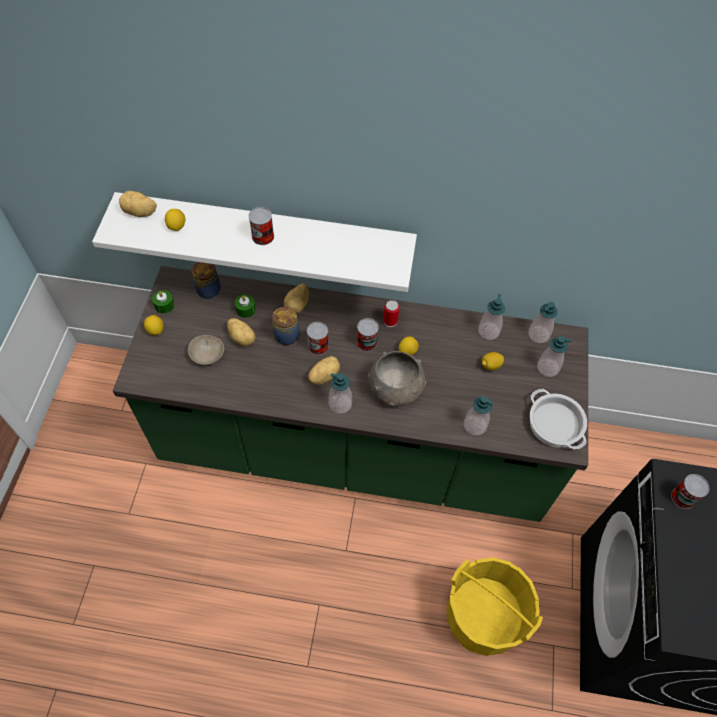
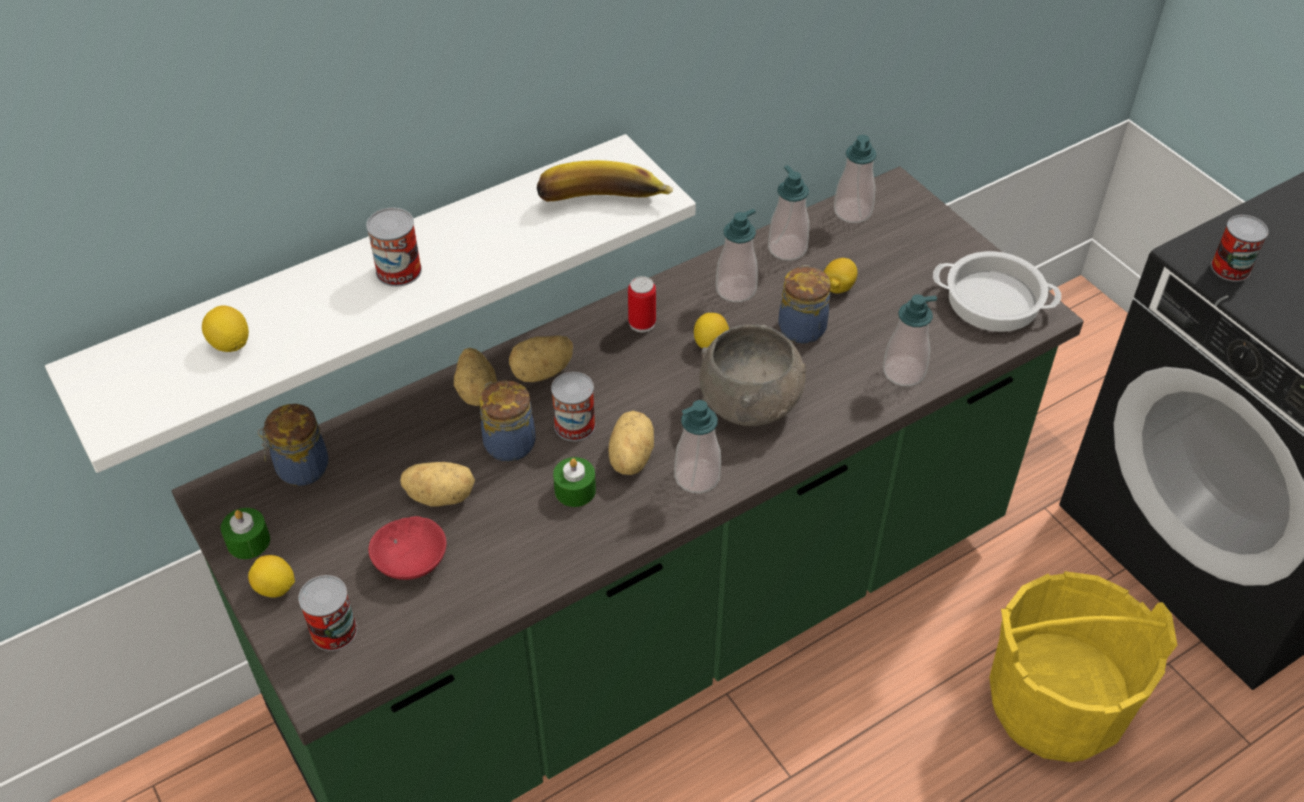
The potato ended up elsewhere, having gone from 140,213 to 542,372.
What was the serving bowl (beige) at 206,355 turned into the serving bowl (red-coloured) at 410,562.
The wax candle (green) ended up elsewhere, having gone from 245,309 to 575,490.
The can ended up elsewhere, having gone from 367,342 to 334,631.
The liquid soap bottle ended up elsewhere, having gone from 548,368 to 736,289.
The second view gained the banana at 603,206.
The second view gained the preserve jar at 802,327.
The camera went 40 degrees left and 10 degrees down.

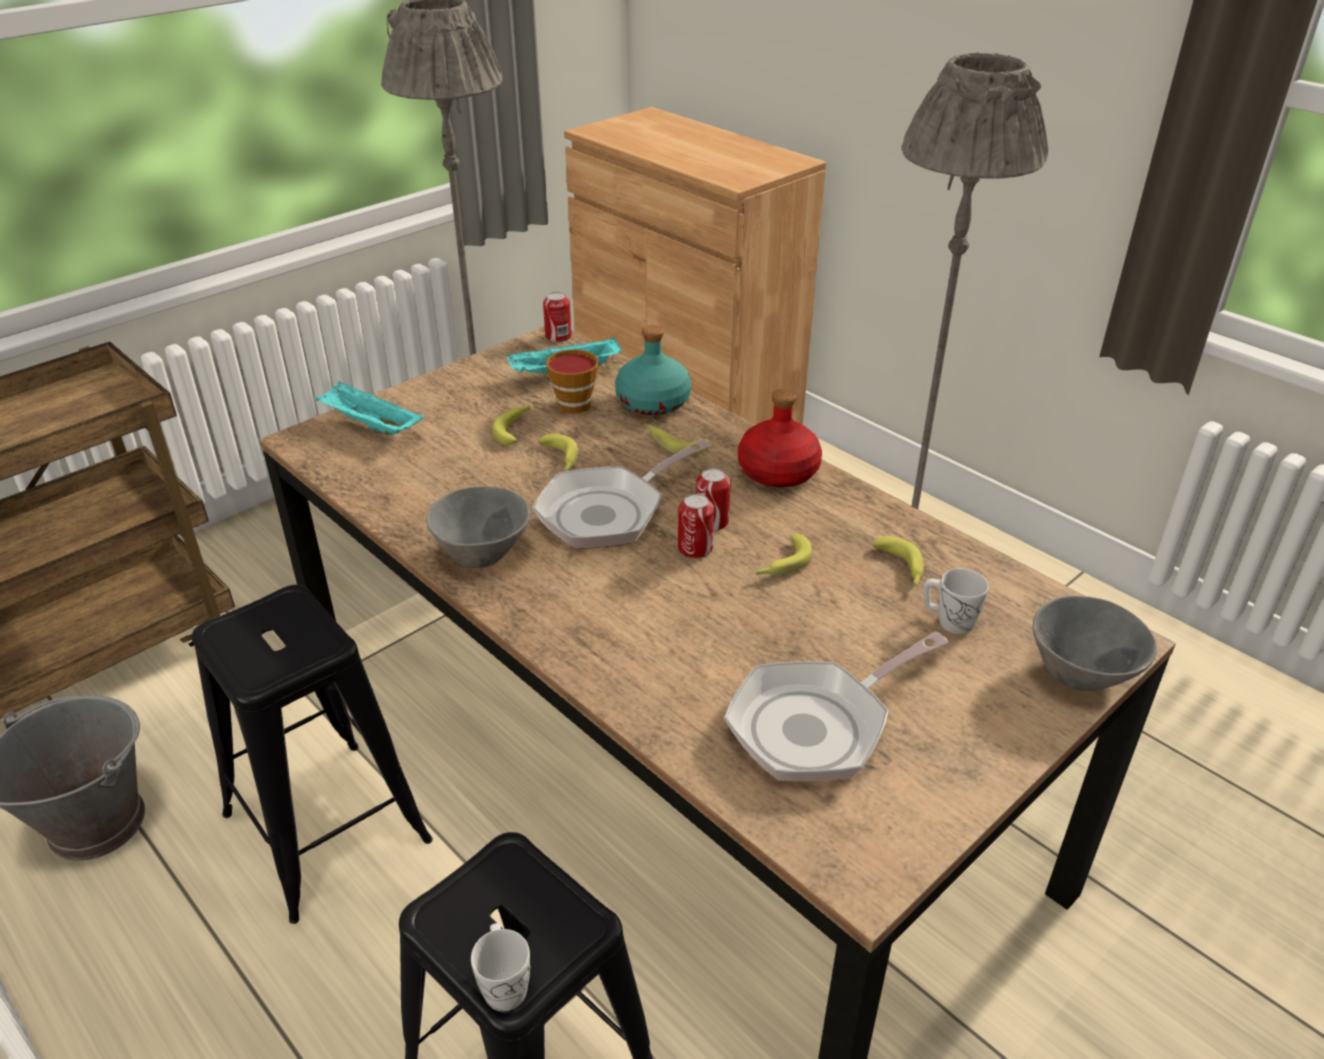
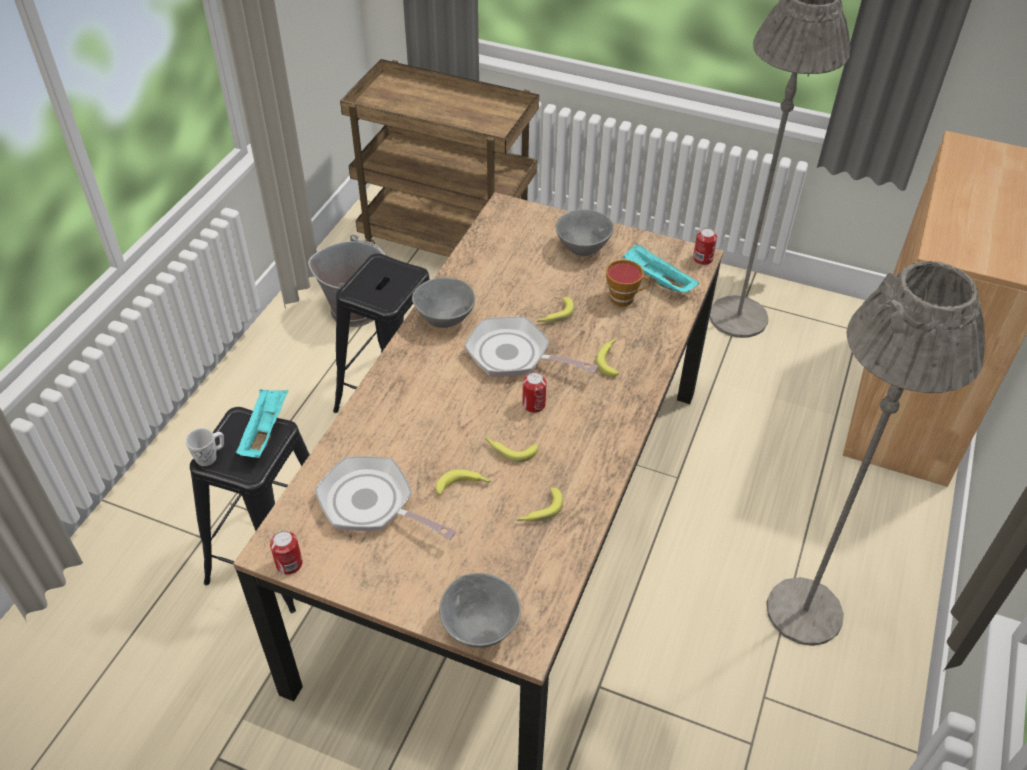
The tray (turquoise) ended up elsewhere, having gone from 370,426 to 264,431.
The banana ended up elsewhere, having gone from 515,428 to 463,486.
The second view lost the beverage bottle (turquoise) at 653,403.
The can ended up elsewhere, having gone from 695,548 to 289,564.
The second view lost the beverage bottle (red-coloured) at 778,472.
The second view lost the mug (white-coloured) at 948,621.
The second view gained the serving bowl (grey) at 582,247.
The camera went 65 degrees right and 10 degrees up.

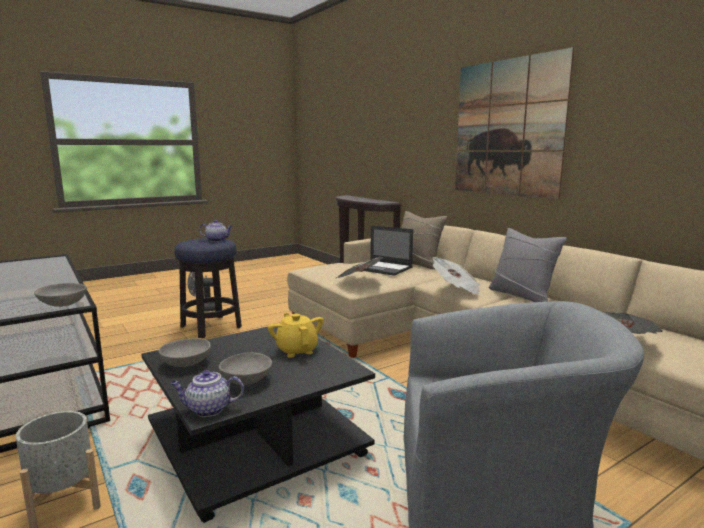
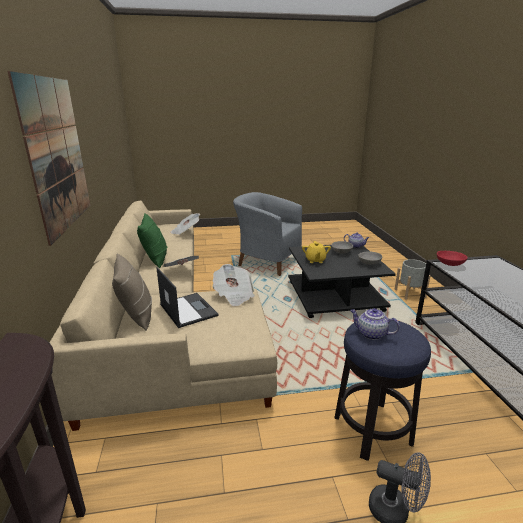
What was the serving bowl (grey) at 63,304 turned into the serving bowl (red-coloured) at 449,264.
What was the pillow (grey) at 522,295 turned into the pillow (green) at 155,259.
The camera went 155 degrees left and 10 degrees up.

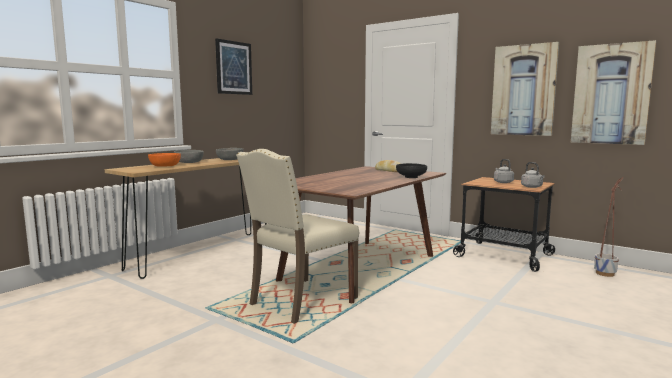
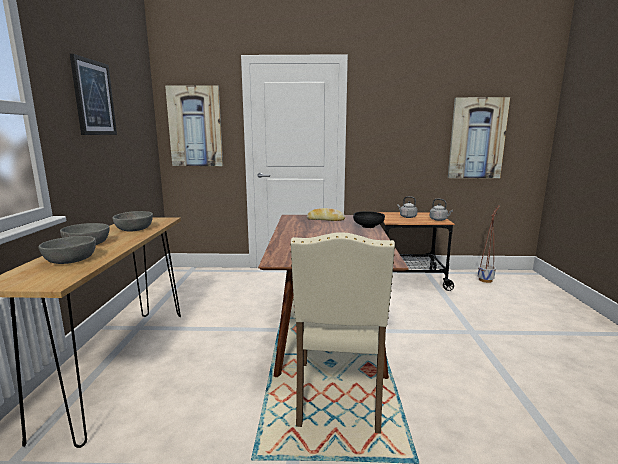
What was the serving bowl (orangey) at 165,166 turned into the serving bowl (grey) at 70,260.
The picture ended up elsewhere, having gone from 523,90 to 195,126.
The camera went 35 degrees left and 5 degrees up.

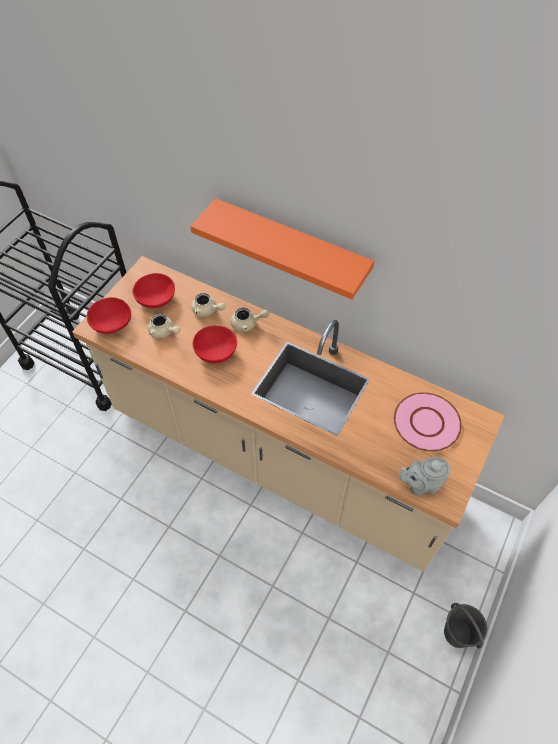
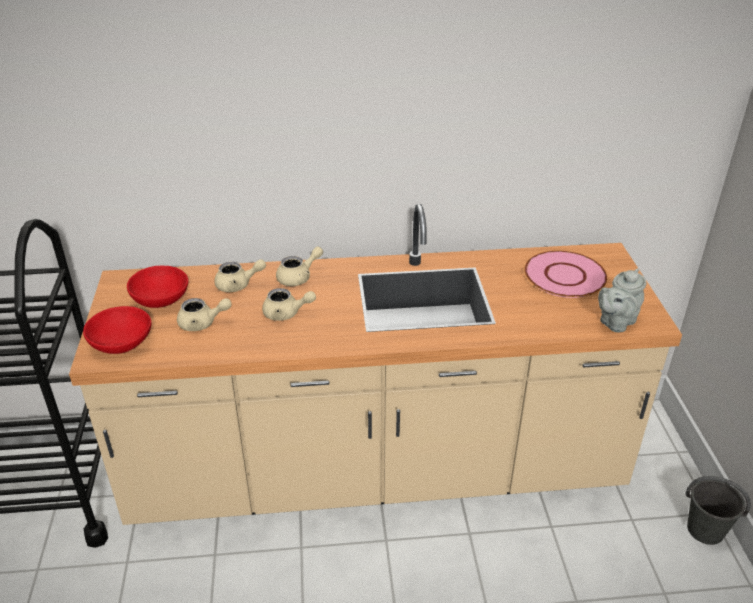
The second view lost the shelf (orangey) at 291,248.
Where the serving bowl (red-coloured) stood at 216,351, the tea pot (beige) came to stand at 286,313.
The camera went 35 degrees left and 20 degrees down.

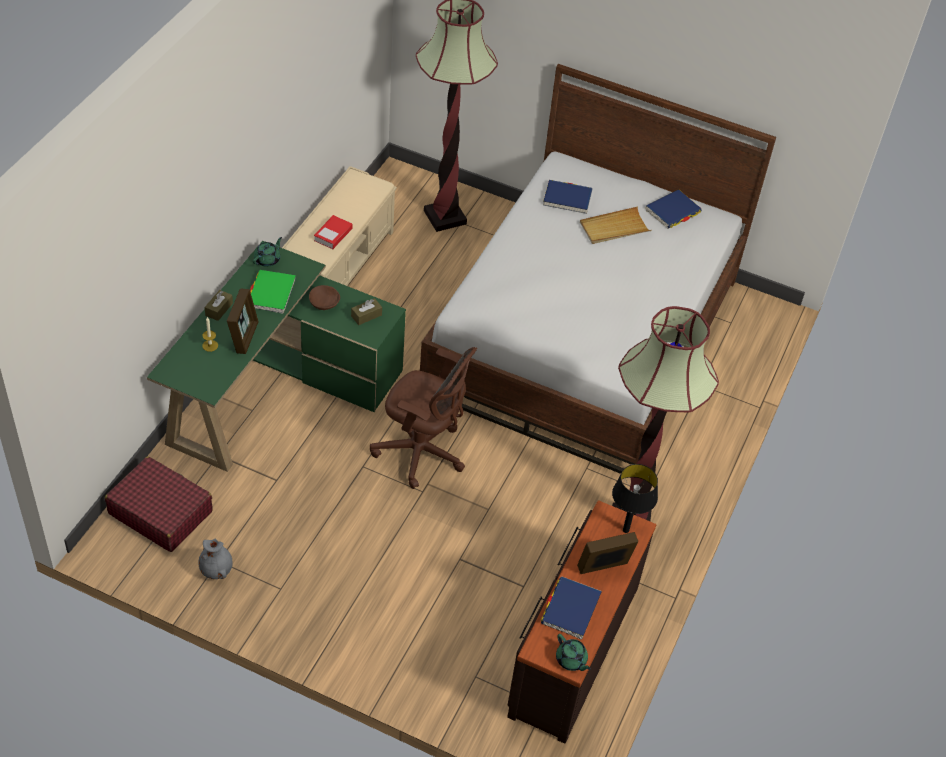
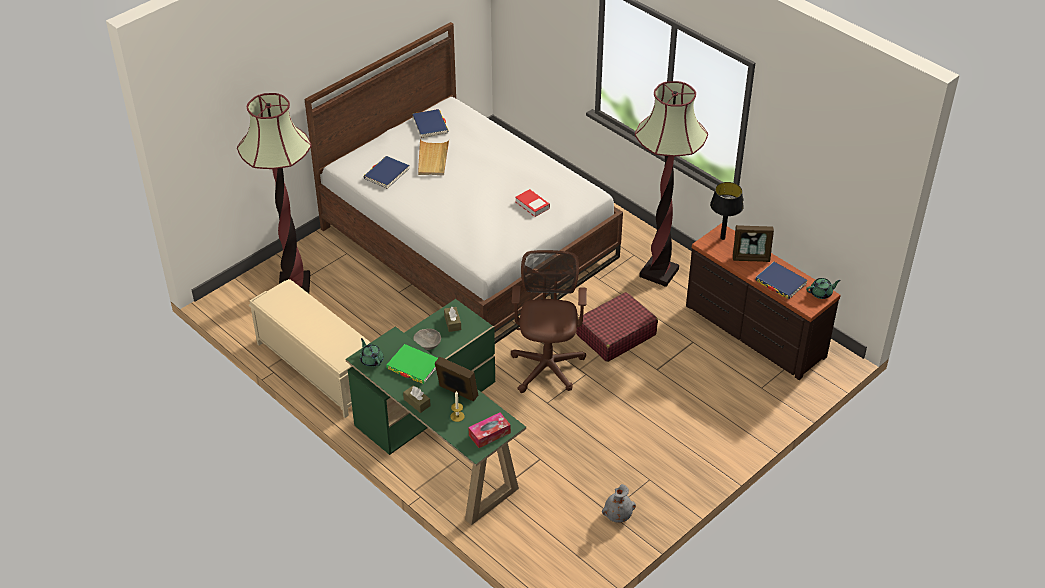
The piece of luggage (red-coloured) ended up elsewhere, having gone from 160,512 to 615,335.
What was the serving bowl (brown-coloured) at 324,304 turned into the serving bowl (grey) at 427,345.
The book ended up elsewhere, having gone from 333,235 to 532,205.
The computer chair (brown-coloured) at 422,453 ended up facing another way, 45 degrees counterclockwise from before.
The picture frame at 603,568 ended up facing another way, 90 degrees counterclockwise from before.
The second view gained the box of tissues at 489,434.
The camera went 65 degrees left and 5 degrees down.

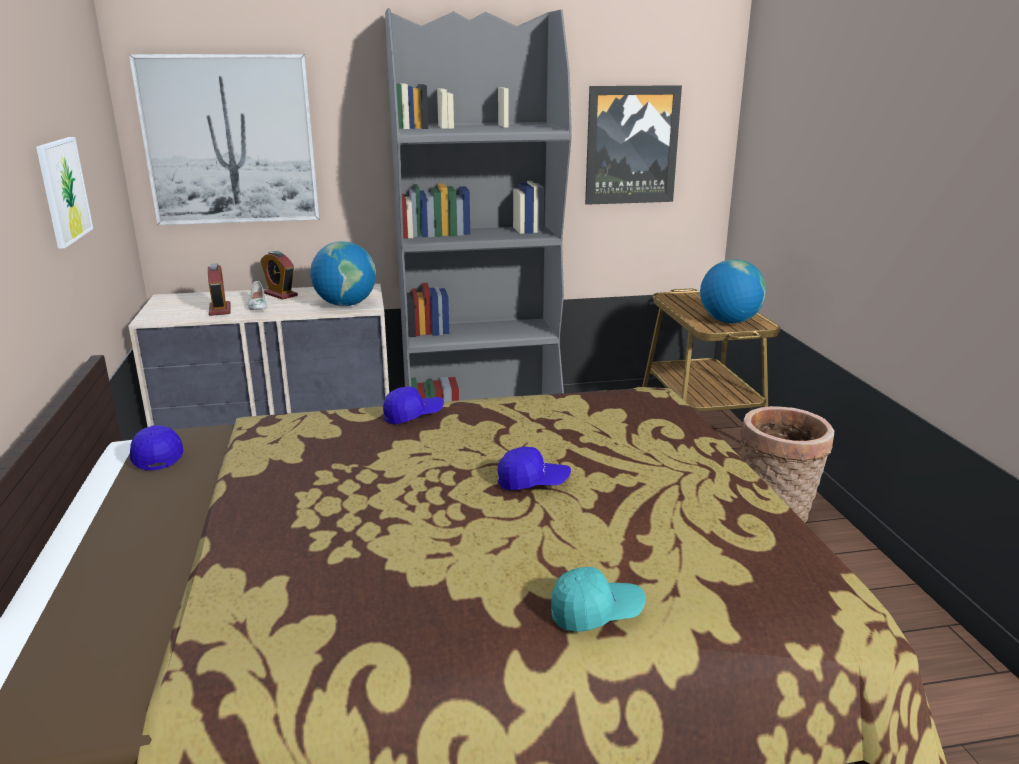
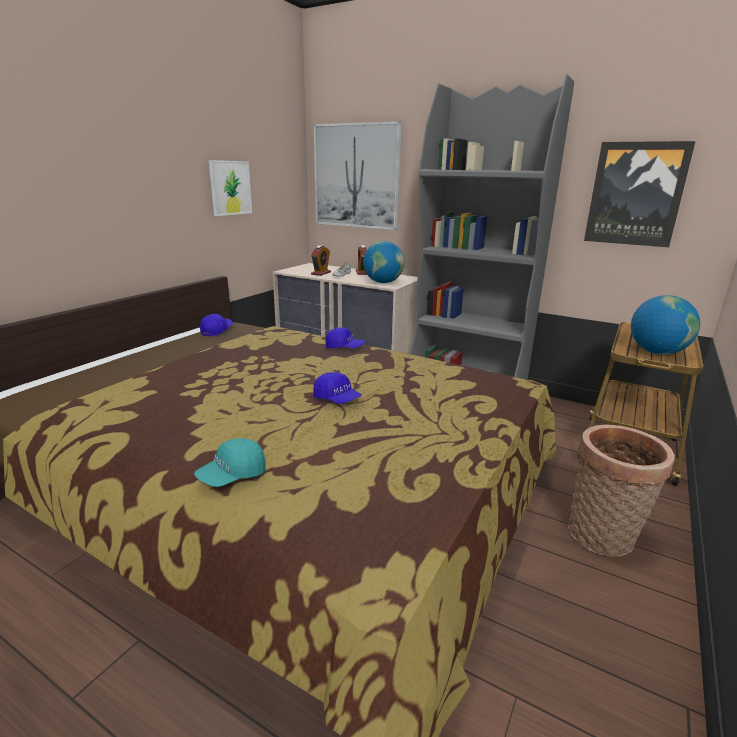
The cap (turquoise) at 596,613 ended up facing another way, 105 degrees clockwise from before.
The camera went 40 degrees right and 0 degrees up.

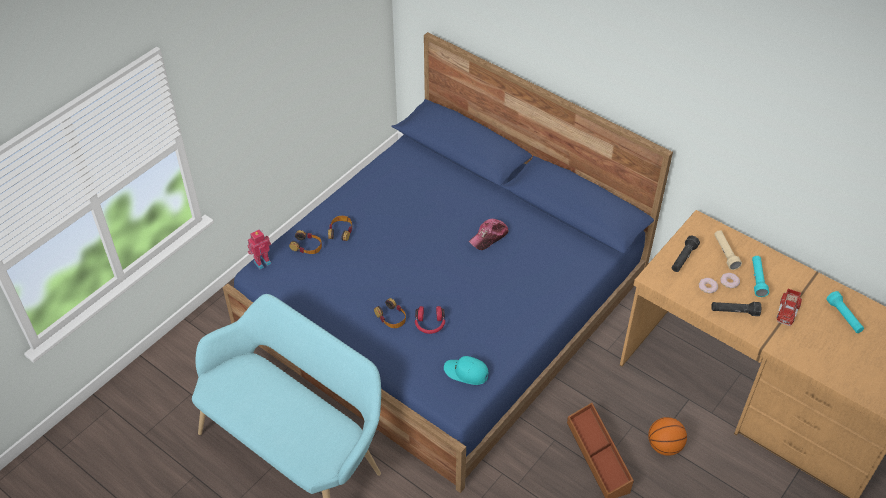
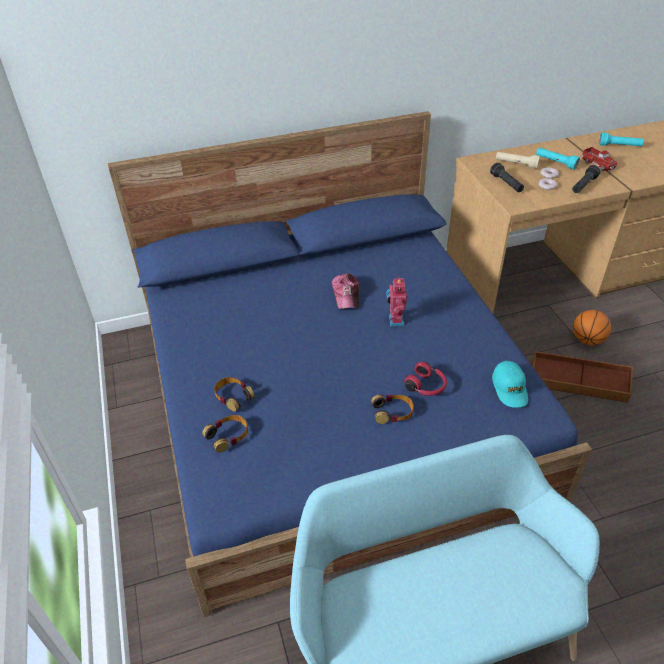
The robot figure ended up elsewhere, having gone from 261,262 to 395,320.
The cap (turquoise) at 466,372 ended up facing another way, 60 degrees counterclockwise from before.
The camera went 55 degrees left and 5 degrees down.

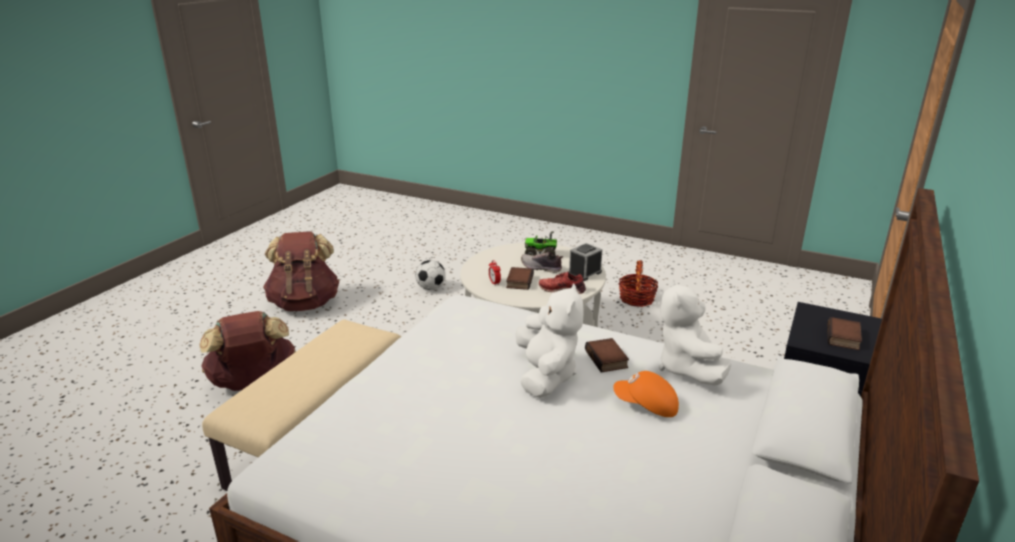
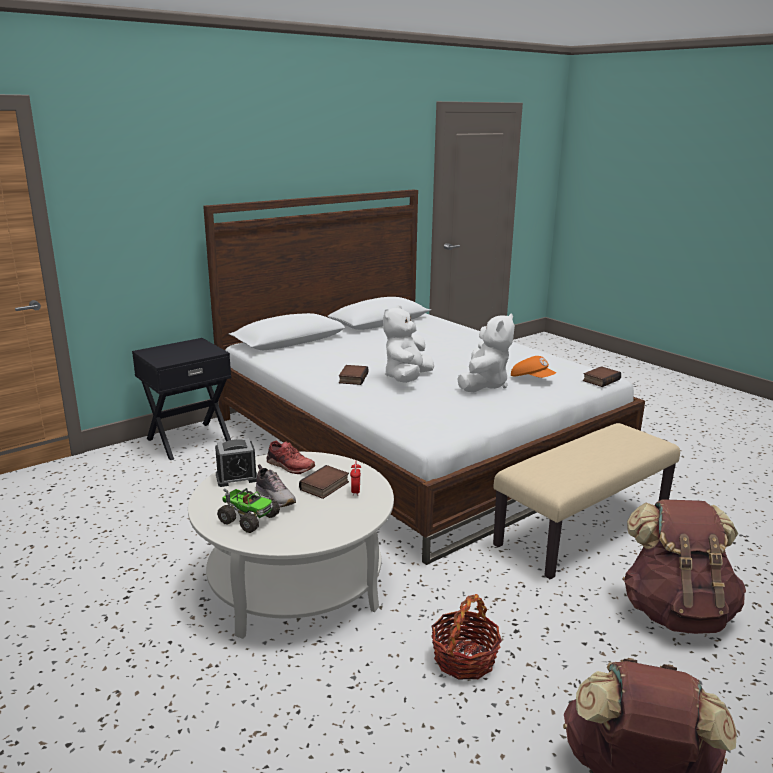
The second view lost the football ball at 431,288.
The cap (orangey) ended up elsewhere, having gone from 646,406 to 532,379.
The basket ended up elsewhere, having gone from 636,299 to 464,659.
The plush toy (white-coloured) ended up elsewhere, having gone from 687,369 to 483,385.
The book ended up elsewhere, having gone from 844,338 to 600,380.
The camera went 155 degrees left and 5 degrees down.

